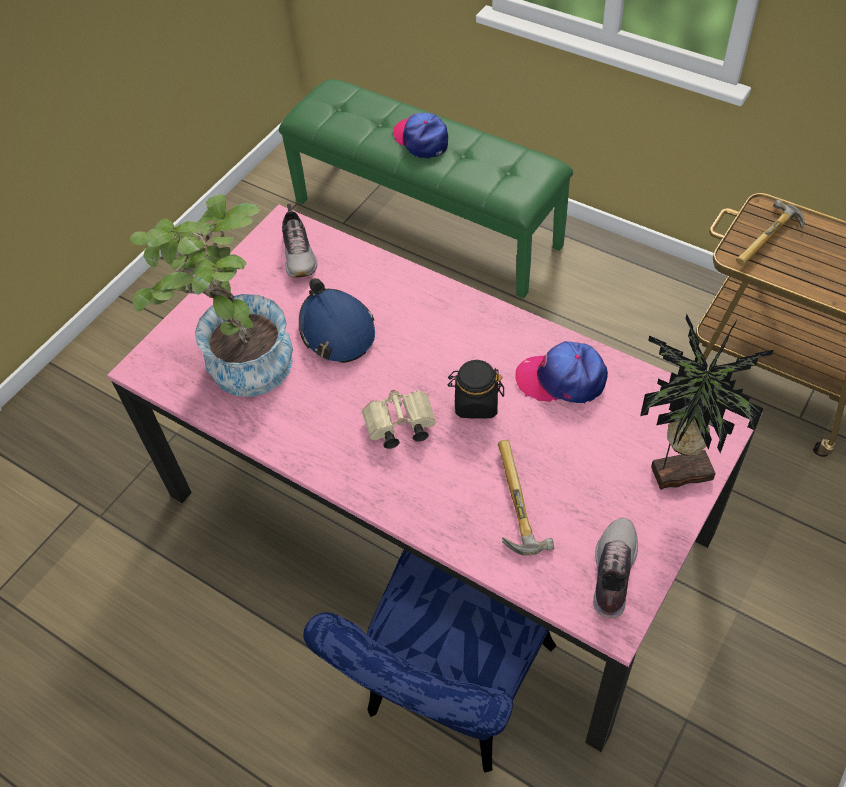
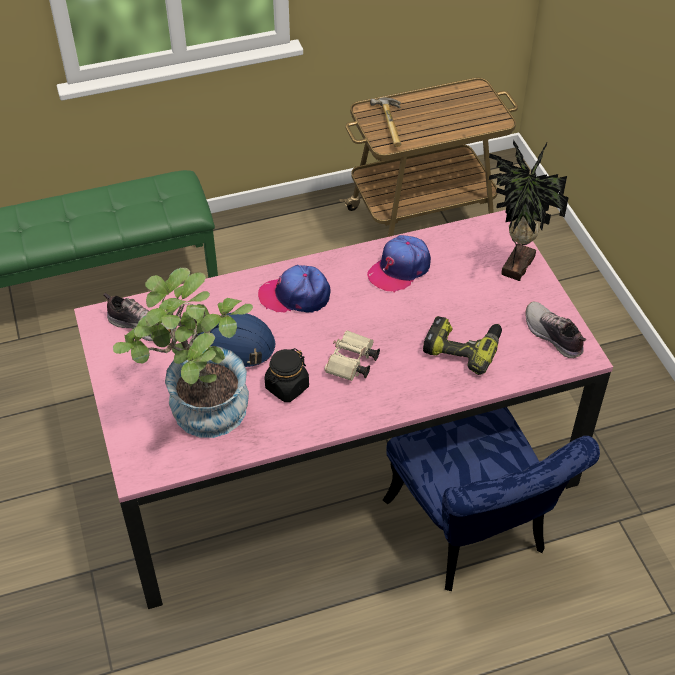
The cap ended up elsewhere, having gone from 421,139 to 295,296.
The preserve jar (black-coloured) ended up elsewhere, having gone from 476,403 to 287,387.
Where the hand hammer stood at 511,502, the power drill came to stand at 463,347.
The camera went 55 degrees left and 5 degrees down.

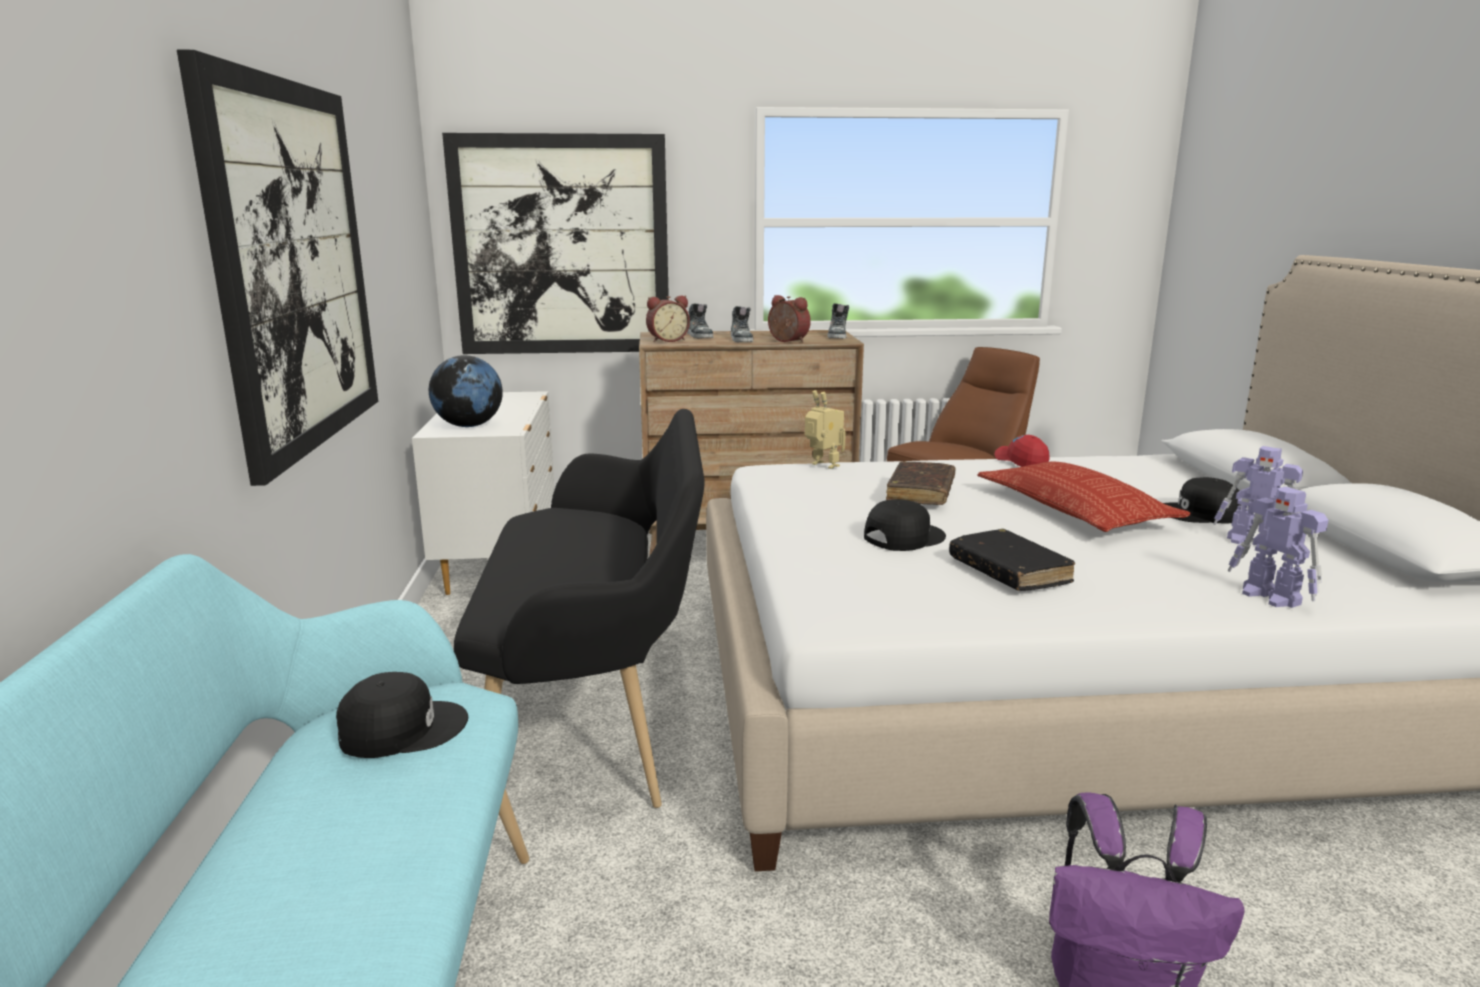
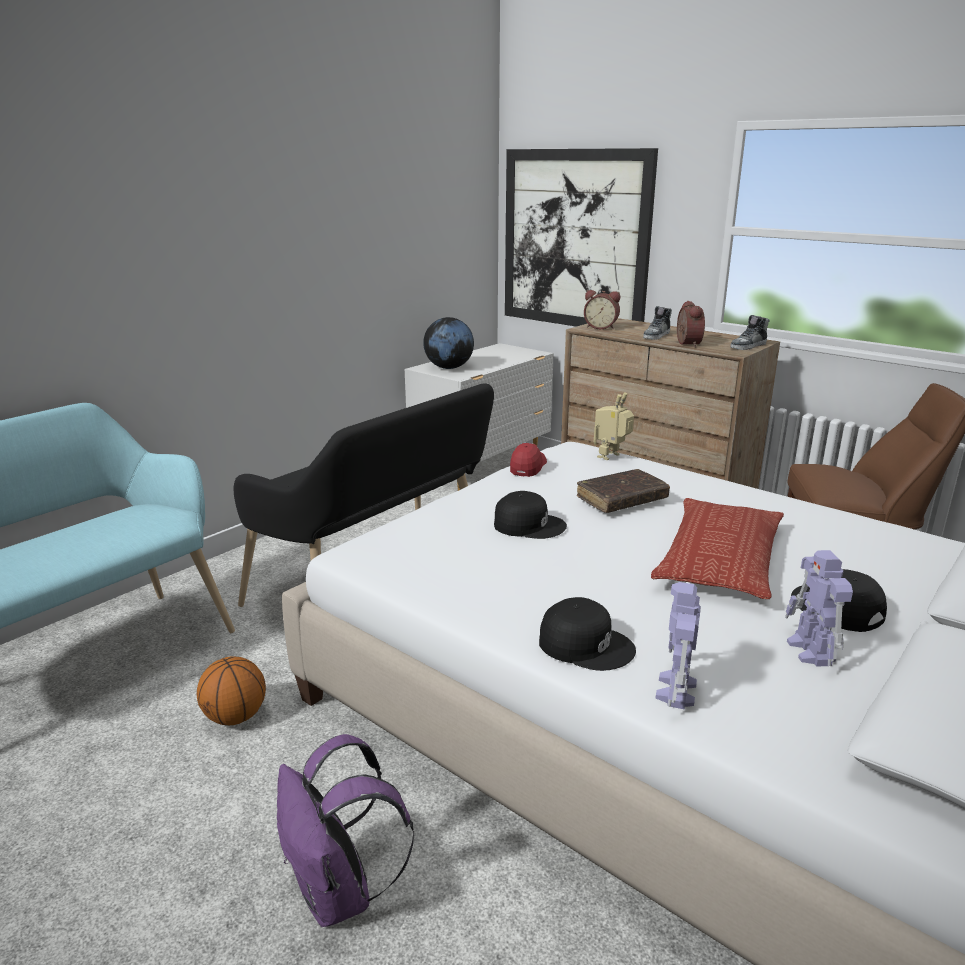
The second view lost the picture at 294,267.
The cap (black-coloured) ended up elsewhere, having gone from 402,728 to 586,644.
The second view lost the shoe at 699,336.
The robot figure at 822,466 ended up facing another way, 135 degrees counterclockwise from before.
The second view lost the book (black-coloured) at 1009,572.
The cap (red-coloured) ended up elsewhere, having gone from 1021,462 to 528,467.
The second view gained the basketball at 236,717.
The camera went 45 degrees right and 5 degrees up.

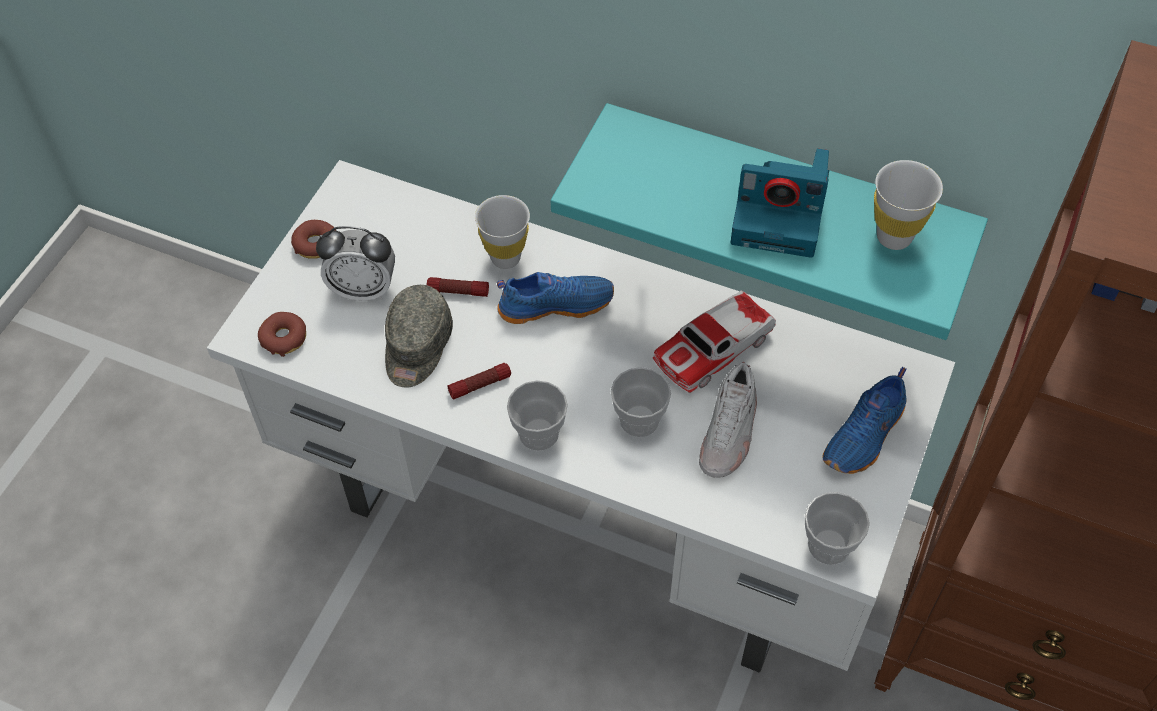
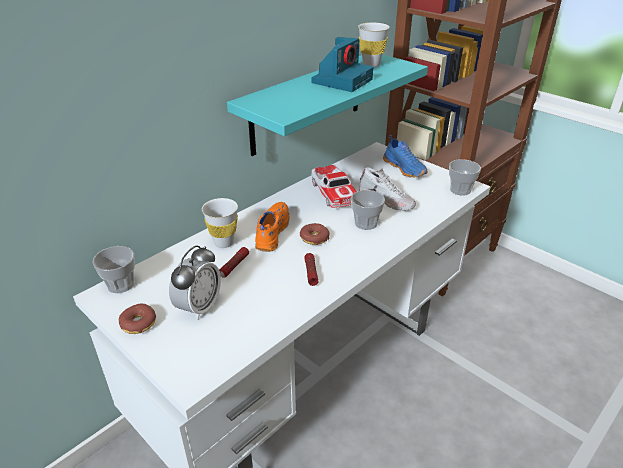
The ring doughnut ended up elsewhere, having gone from 284,338 to 314,238.
The second view lost the cap (grey) at 417,347.
What was the shoe (blue) at 555,304 turned into the shoe (orangey) at 271,232.
The cup ended up elsewhere, having gone from 538,433 to 120,284.
The camera went 70 degrees left and 20 degrees down.

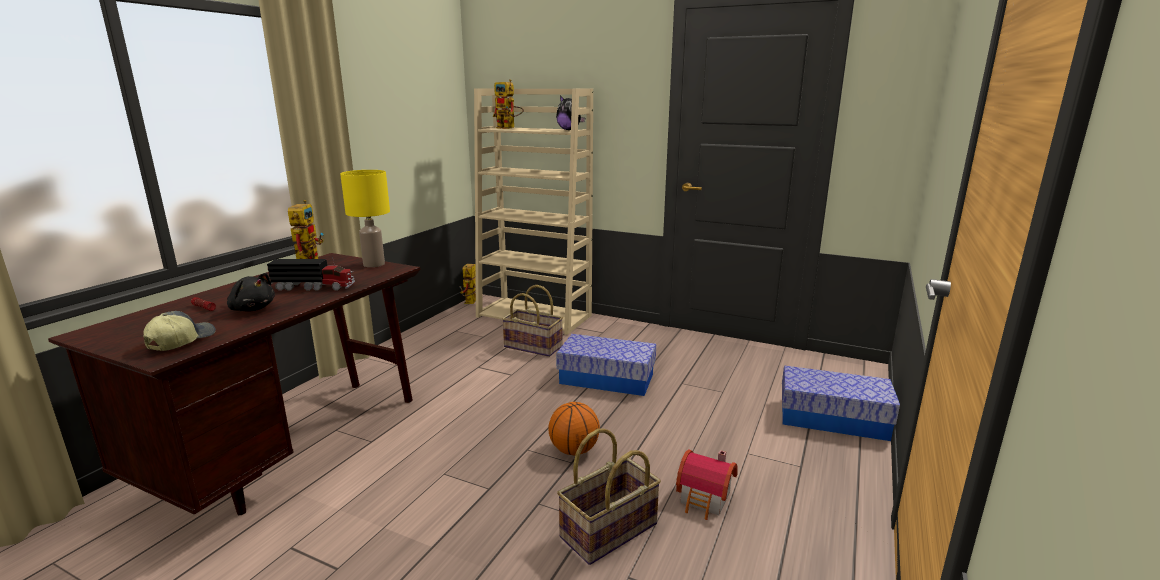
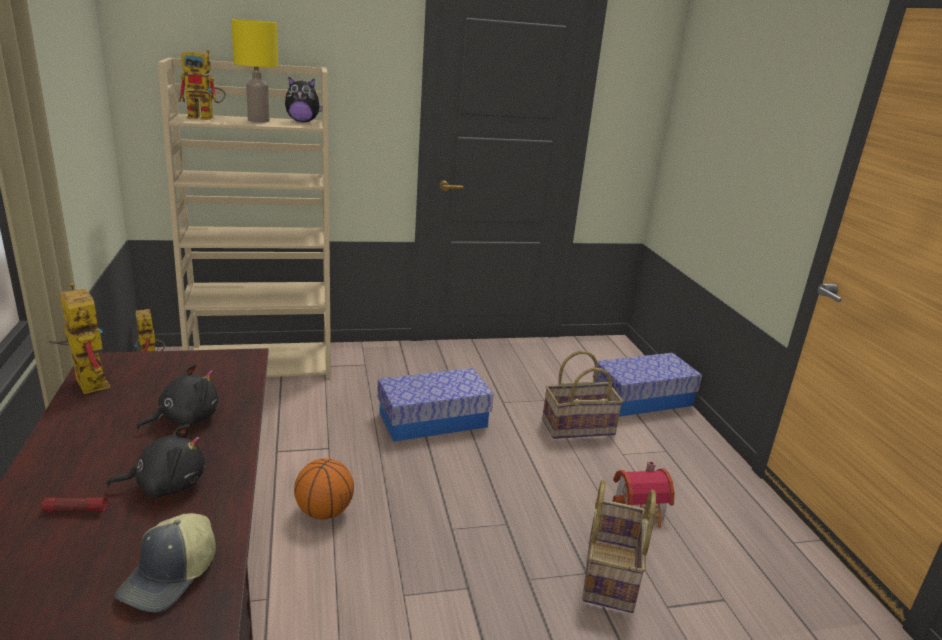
The cap at 181,341 ended up facing another way, 135 degrees counterclockwise from before.
Where the toy truck stood at 314,287, the plush toy (black-coloured) came to stand at 185,419.
The lamp for a table (yellow-coloured) ended up elsewhere, having gone from 374,264 to 259,121.
The basket ended up elsewhere, having gone from 534,346 to 578,426.
The basketball ended up elsewhere, having gone from 574,450 to 324,512.
The camera went 40 degrees left and 5 degrees up.

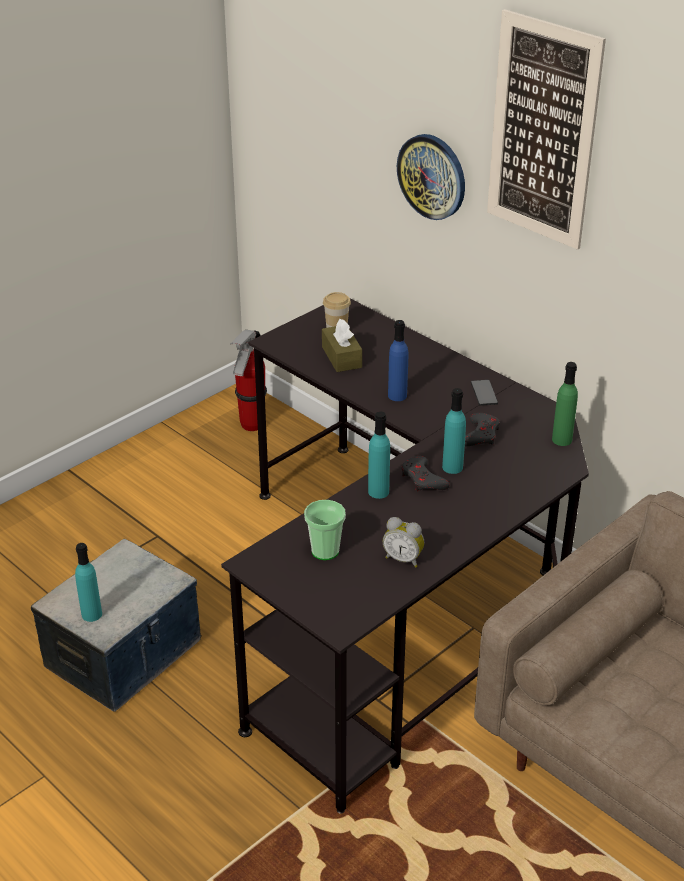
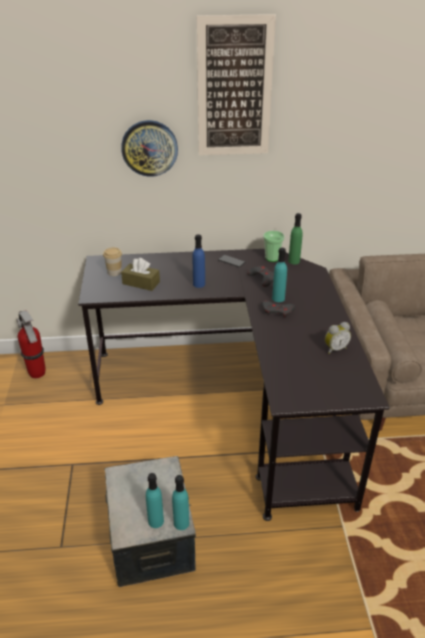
The cup ended up elsewhere, having gone from 325,551 to 272,258.
The beverage bottle (turquoise) ended up elsewhere, having gone from 378,492 to 181,523.
The camera went 50 degrees left and 0 degrees up.

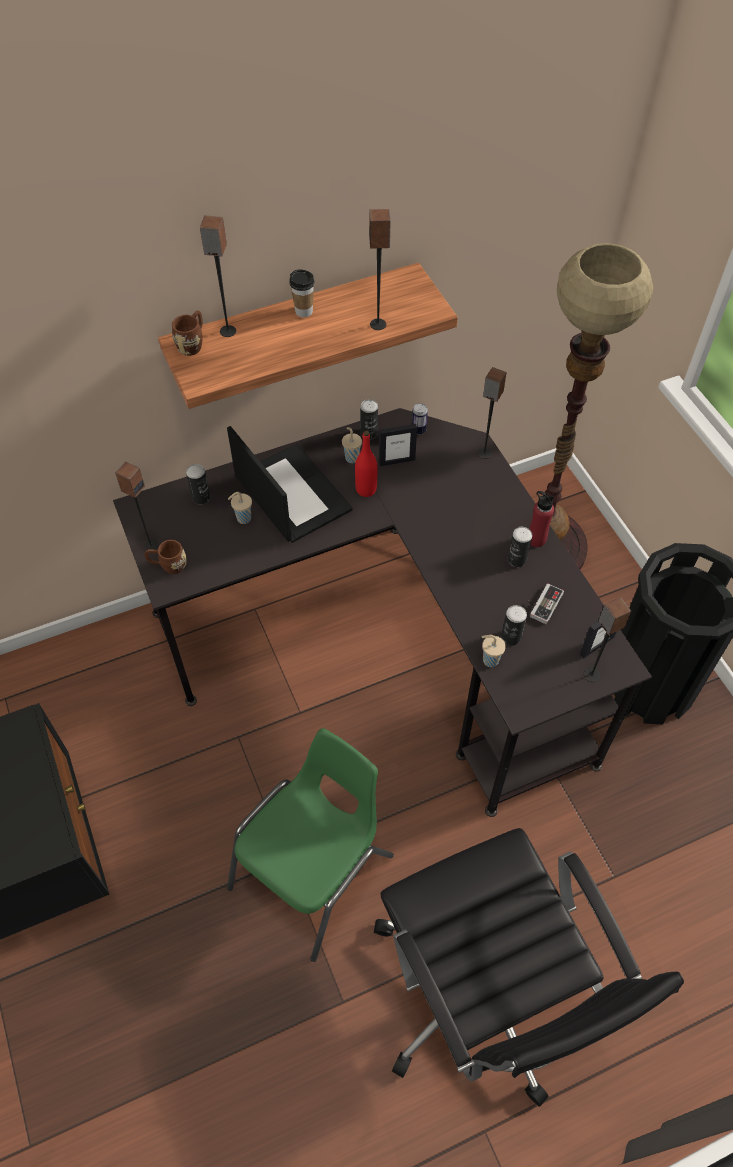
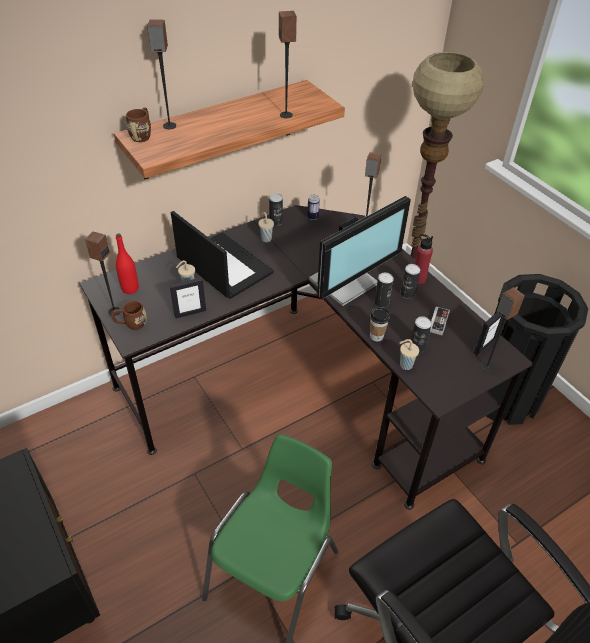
The can ended up elsewhere, having gone from 201,497 to 381,302.
The cup ended up elsewhere, having gone from 304,311 to 376,336.
The beverage bottle (red-coloured) ended up elsewhere, having gone from 366,489 to 130,289.
The picture frame ended up elsewhere, having gone from 396,461 to 190,313.
The second view gained the monitor at 346,283.
The camera went 10 degrees left and 10 degrees down.

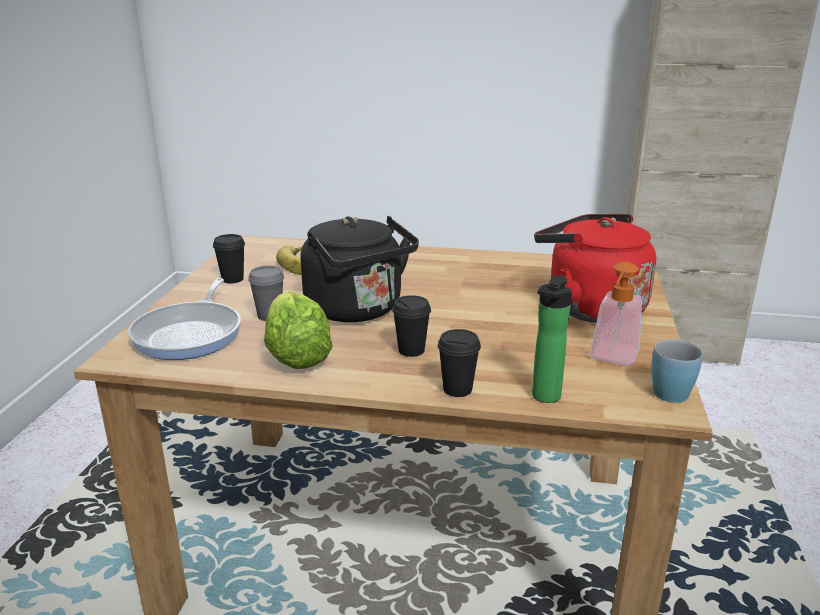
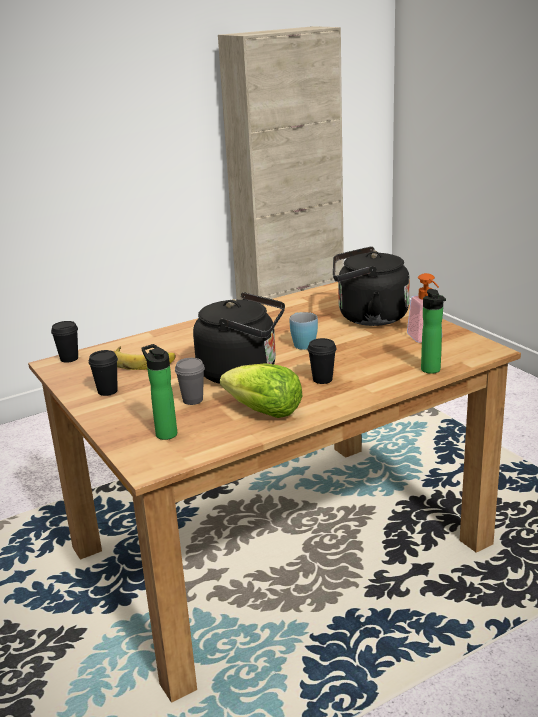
Where the frying pan stood at 191,334, the beverage bottle came to stand at 164,433.
The cup (black-coloured) ended up elsewhere, having gone from 457,389 to 69,358.
What was the tea kettle (red-coloured) at 589,307 turned into the tea kettle (black-coloured) at 368,317.
The mug (blue) ended up elsewhere, having gone from 671,389 to 302,343.
The camera went 40 degrees left and 0 degrees up.

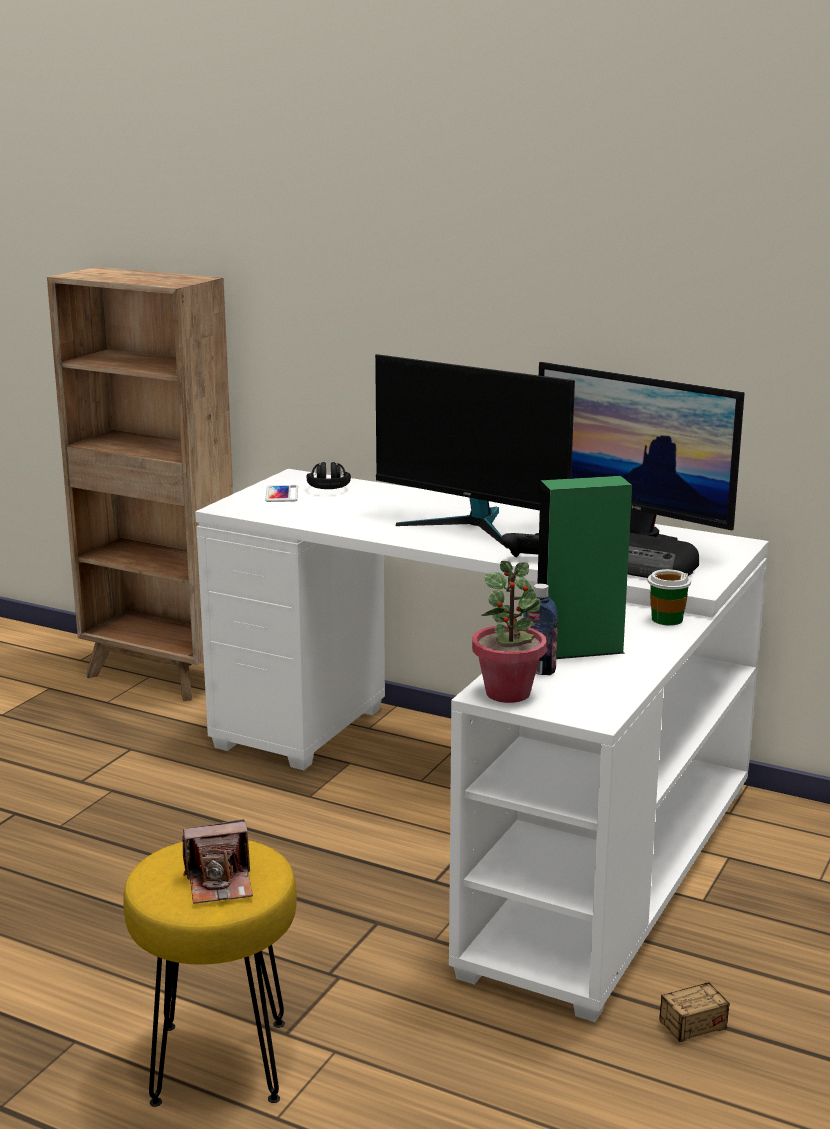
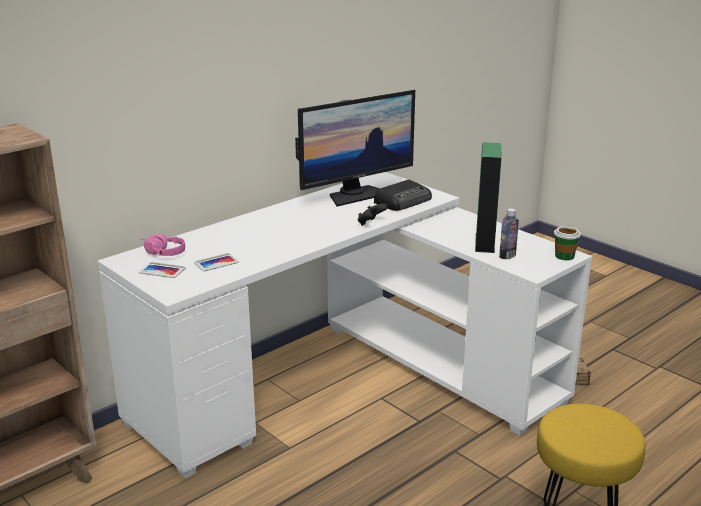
The second view lost the still camera at 220,883.
What was the pair of headphones (black-coloured) at 328,485 turned into the pair of headphones (pinkish) at 160,253.
The second view lost the monitor at 472,526.
The second view lost the plant in a pot at 508,693.
The cup ended up elsewhere, having gone from 666,619 to 564,256.
The second view gained the handset at 216,262.
The camera went 70 degrees left and 5 degrees up.

